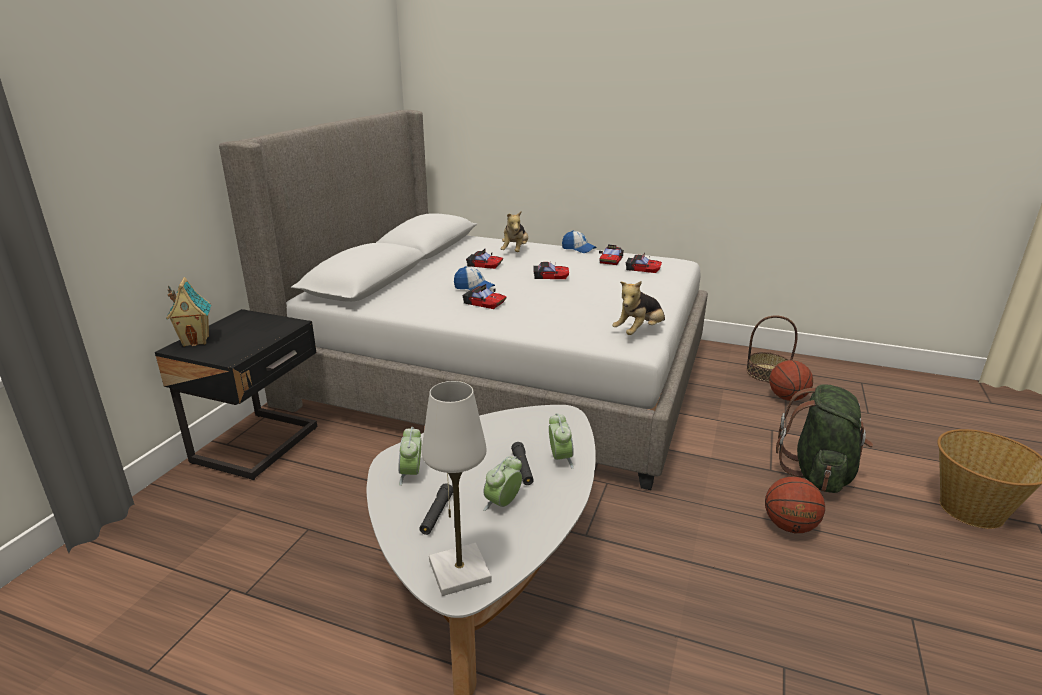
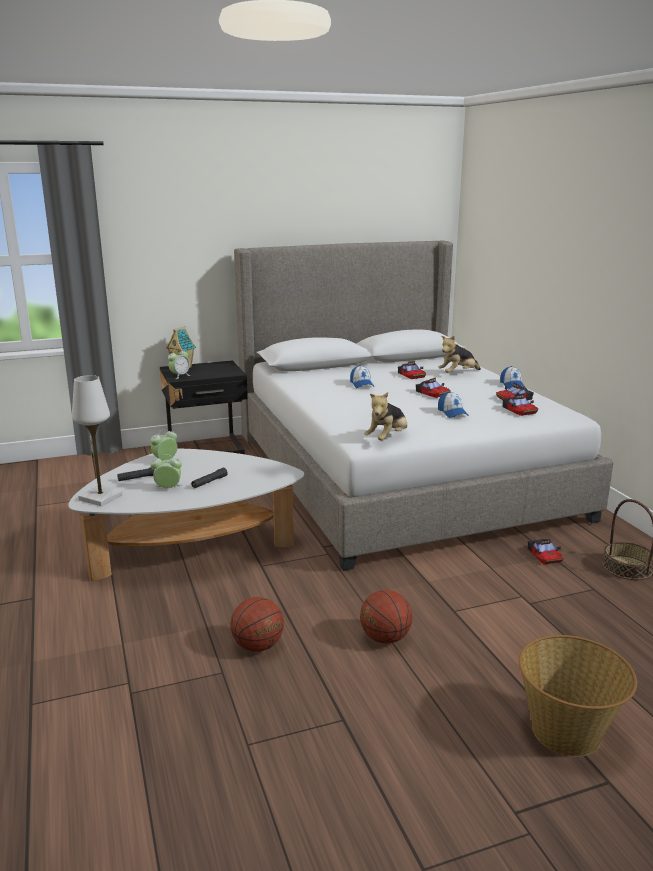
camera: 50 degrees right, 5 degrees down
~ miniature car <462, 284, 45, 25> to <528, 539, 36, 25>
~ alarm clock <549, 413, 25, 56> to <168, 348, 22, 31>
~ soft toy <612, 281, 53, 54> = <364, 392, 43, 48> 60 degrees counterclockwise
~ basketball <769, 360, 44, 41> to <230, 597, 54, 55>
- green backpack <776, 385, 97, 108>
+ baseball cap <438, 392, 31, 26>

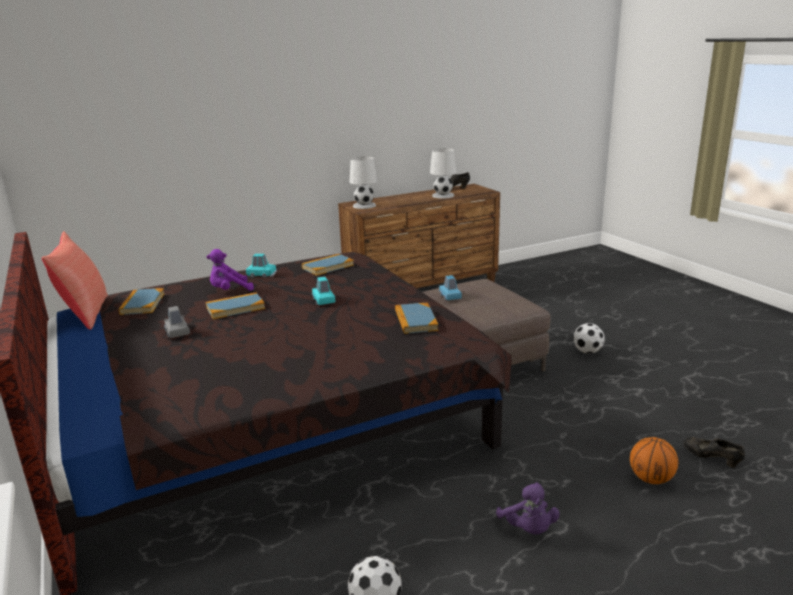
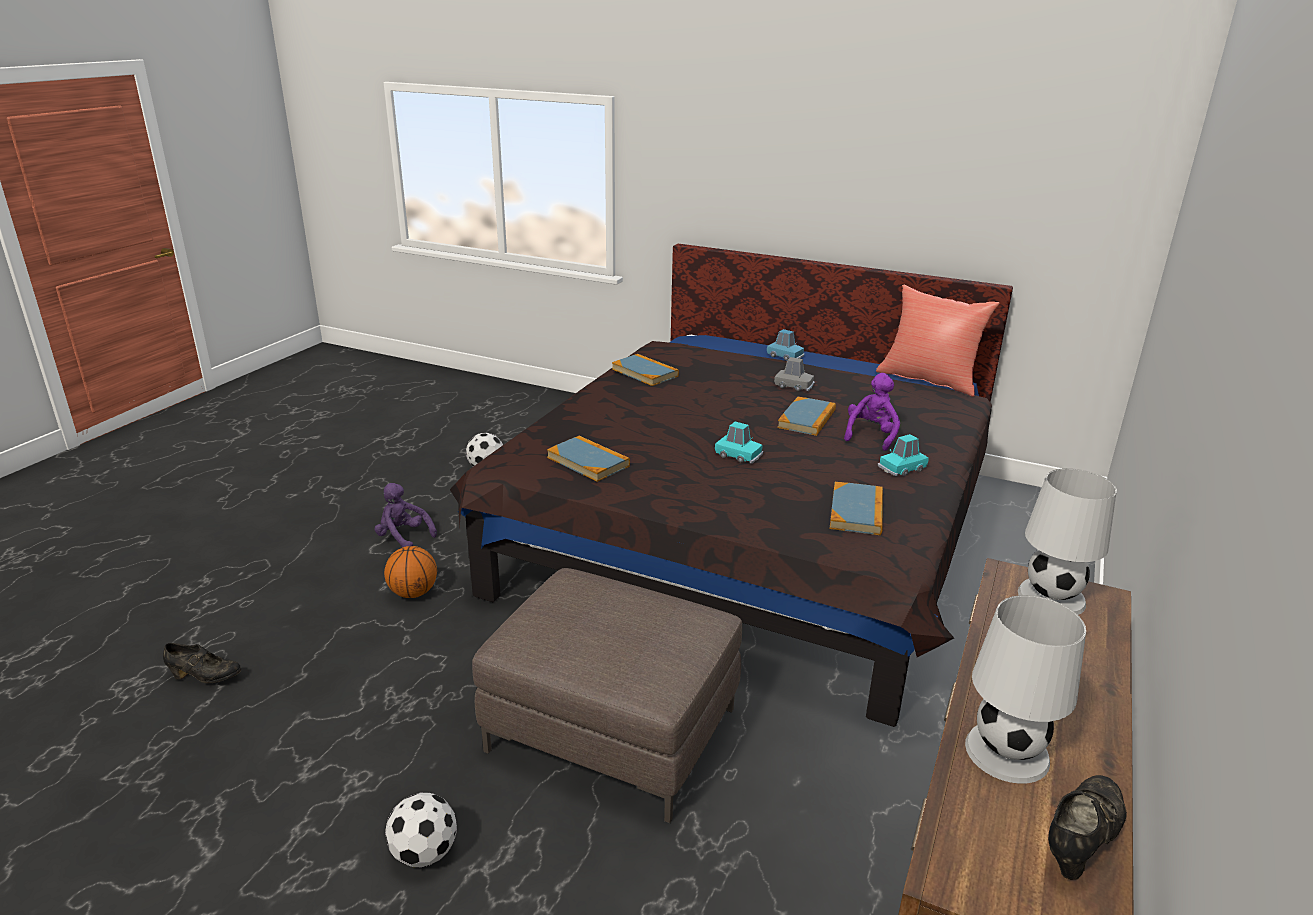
camera: 140 degrees right, 5 degrees up
~ bound book <119, 288, 45, 27> to <612, 354, 67, 32>
~ bluish miniature car <439, 275, 23, 25> to <767, 329, 37, 32>
~ basketball <630, 437, 48, 47> to <384, 546, 53, 52>

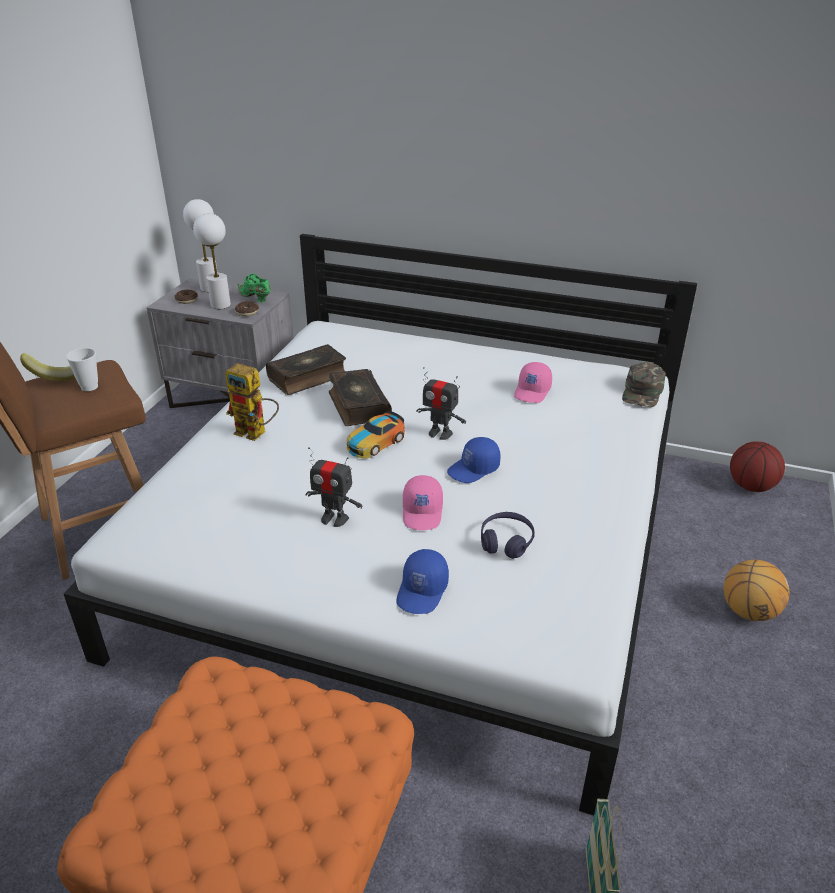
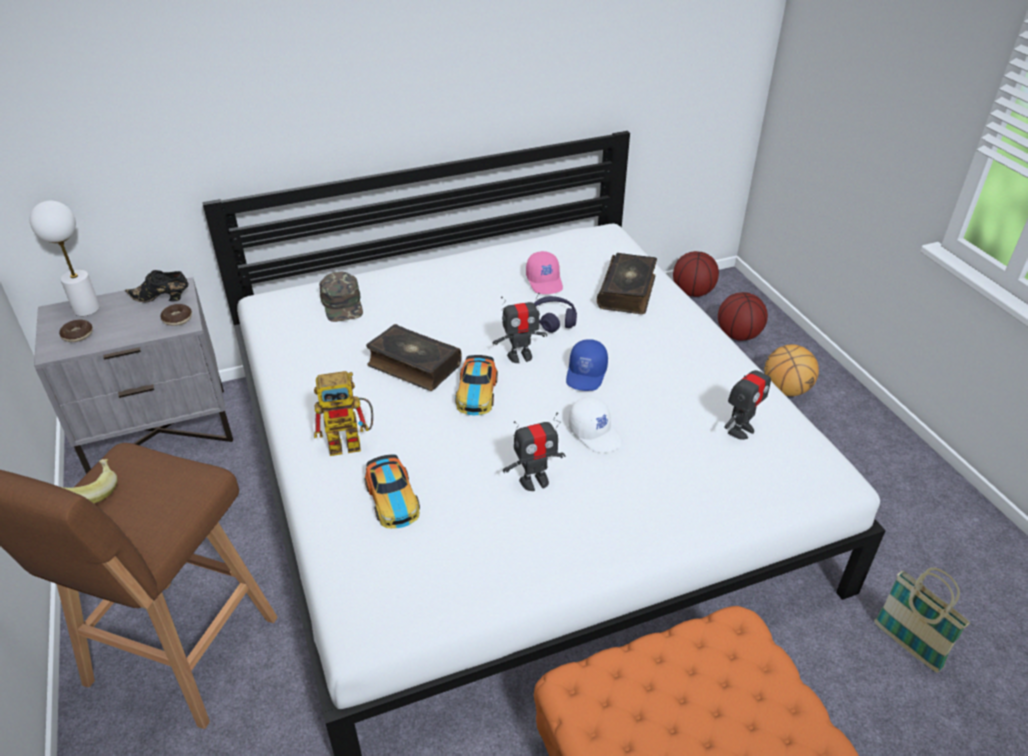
camera: 40 degrees left, 5 degrees up
- cup <66, 348, 32, 43>
- white-coloured table lamp <193, 213, 38, 96>
~ green low shoe <238, 273, 33, 29> to black-coloured low shoe <125, 270, 63, 32>
~ bound book <266, 344, 80, 51> to <597, 253, 60, 61>
- bluish baseball cap <397, 549, 52, 65>
~ pink baseball cap <403, 475, 40, 55> to white-coloured baseball cap <568, 397, 55, 56>
~ purple-coloured headset <481, 512, 54, 47> to <534, 296, 43, 37>
~ green baseball cap <622, 362, 44, 45> to <319, 272, 44, 50>
+ miniature car <364, 454, 56, 74>
+ basketball <718, 292, 50, 49>
+ toy robot <725, 358, 46, 82>

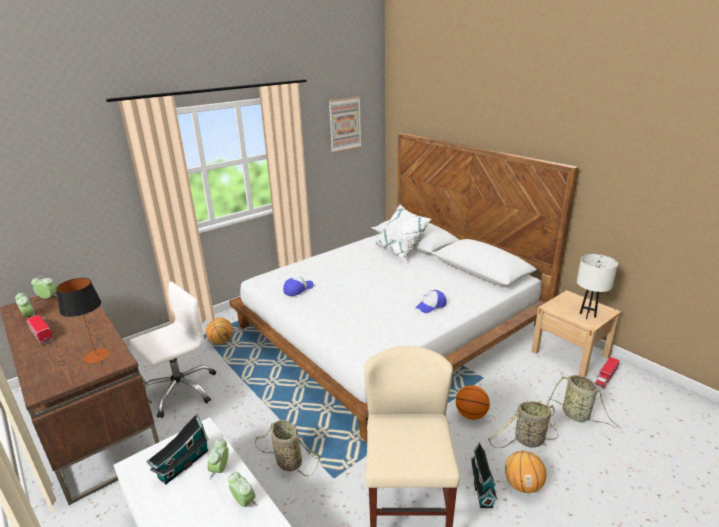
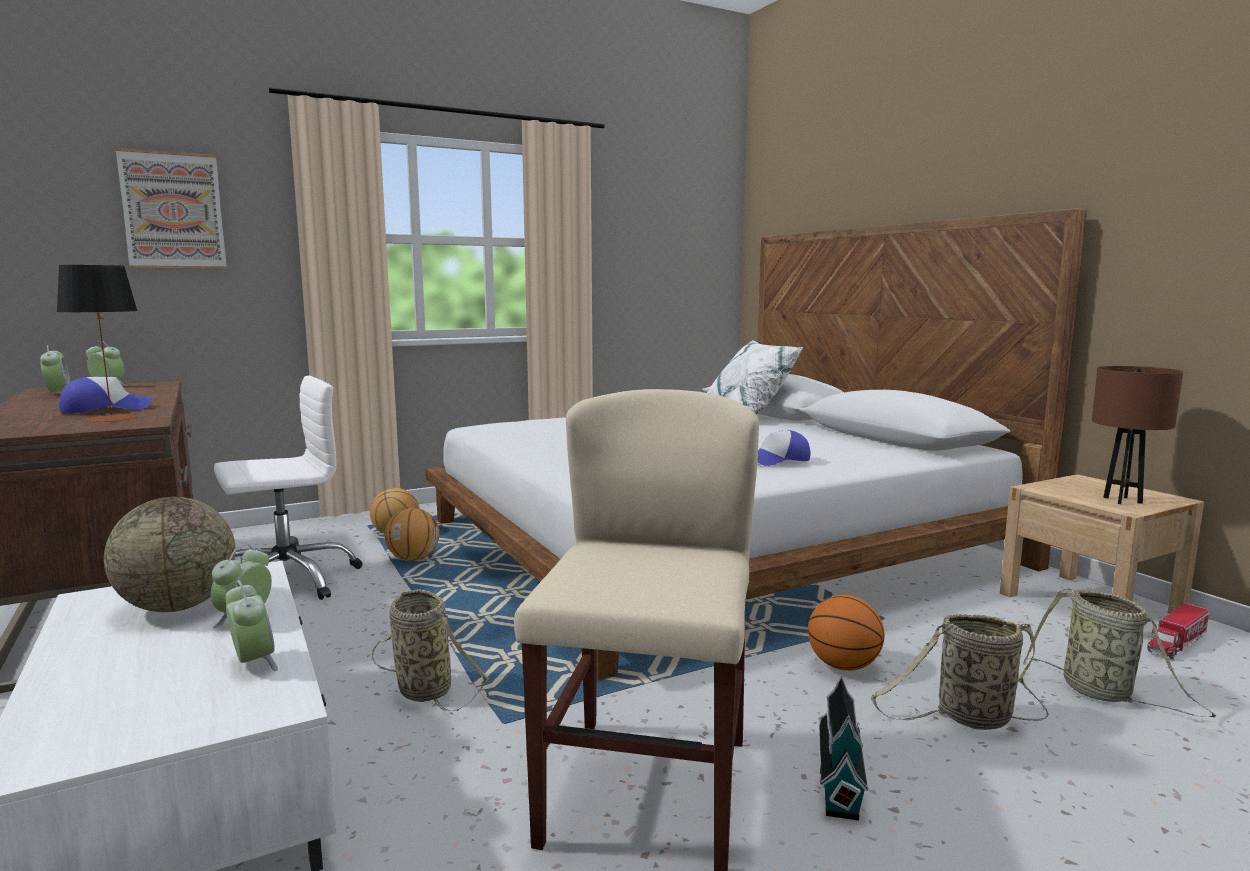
camera: 10 degrees right, 15 degrees down
- toy truck <25, 314, 29, 30>
~ miniature house <146, 413, 63, 71> to globe <104, 497, 131, 115>
~ baseball cap <283, 276, 31, 20> to <59, 377, 94, 37>
~ picture <328, 97, 34, 56> to <116, 148, 111, 121>
~ basketball <505, 451, 42, 42> to <385, 508, 54, 53>
~ white-coloured table lamp <577, 254, 41, 65> to brown table lamp <1092, 366, 91, 138>

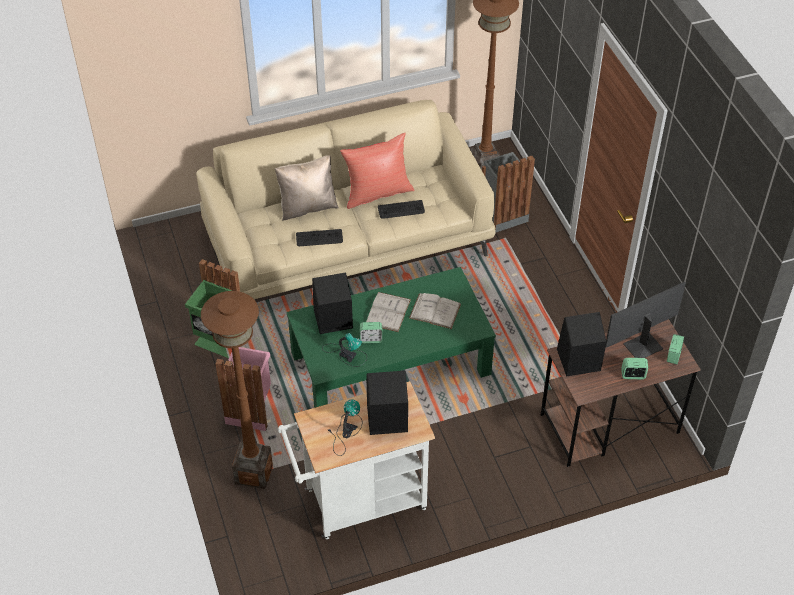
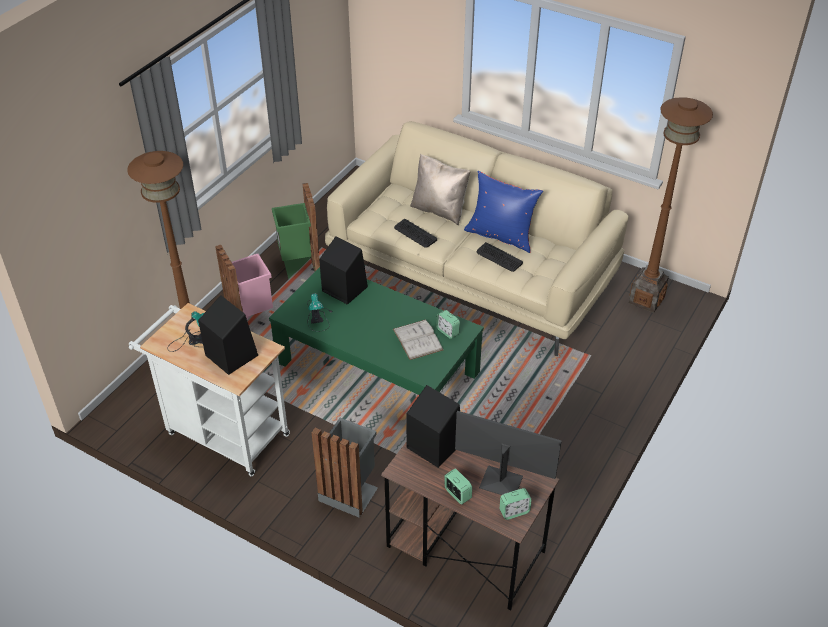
camera: 50 degrees right, 5 degrees down
~ red-coloured cushion <340, 133, 74, 76> to bluish cushion <464, 171, 79, 82>
~ alarm clock <360, 322, 23, 21> to <436, 310, 24, 29>
- white-coloured bound book <366, 292, 45, 40>
~ gray rubbish bin <484, 152, 51, 80> to <312, 418, 66, 100>

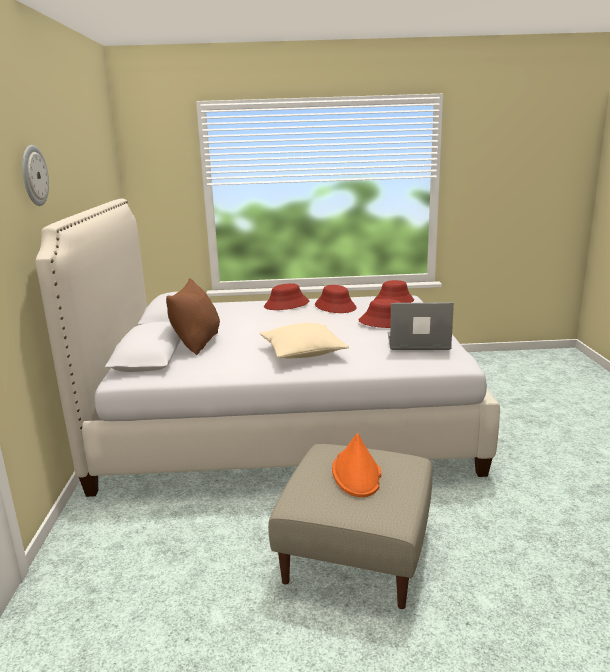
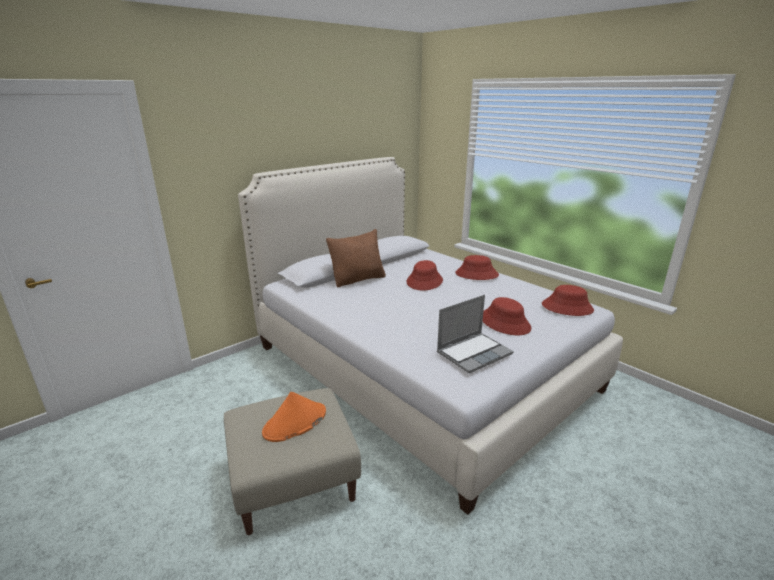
camera: 50 degrees right, 5 degrees up
- wall clock <22, 145, 27, 61>
- beige-coloured cushion <260, 323, 89, 35>
~ red-coloured wearable hat <315, 285, 41, 28> to <406, 260, 37, 30>
~ notebook computer <388, 302, 66, 48> = <437, 295, 77, 79> 90 degrees clockwise

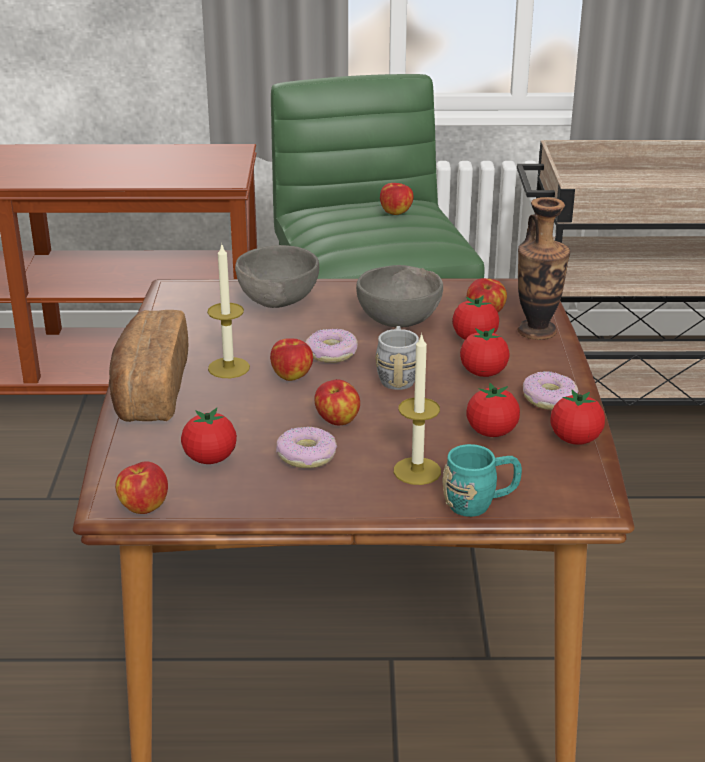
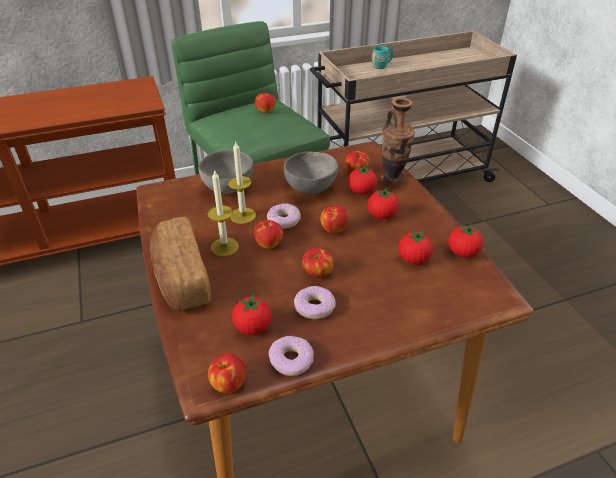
camera: 20 degrees left, 10 degrees up
~ gray coffee mug <375, 326, 44, 64> to whole apple <320, 206, 28, 28>
~ wax candle <394, 333, 47, 152> to <228, 141, 28, 83>
~ blue-green coffee mug <442, 444, 80, 73> to <372, 46, 22, 23>
~ ring doughnut <523, 371, 55, 39> to <269, 336, 45, 40>

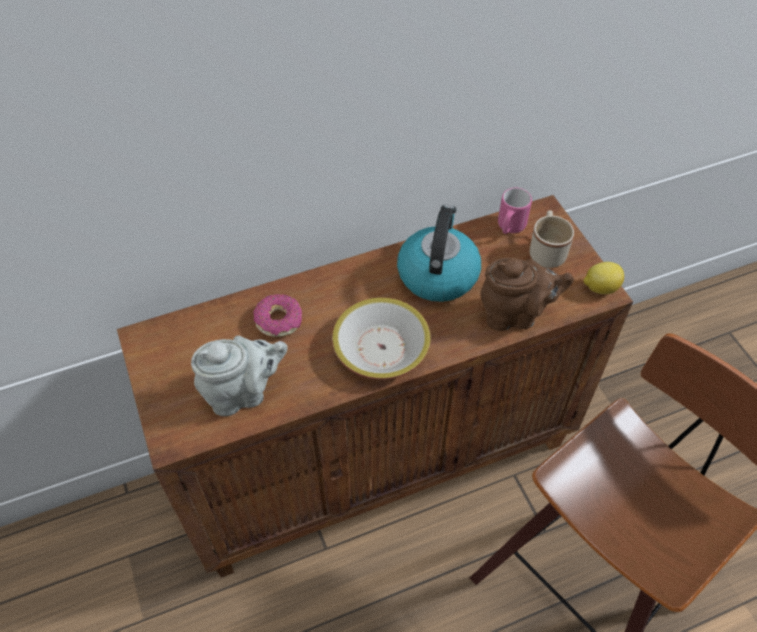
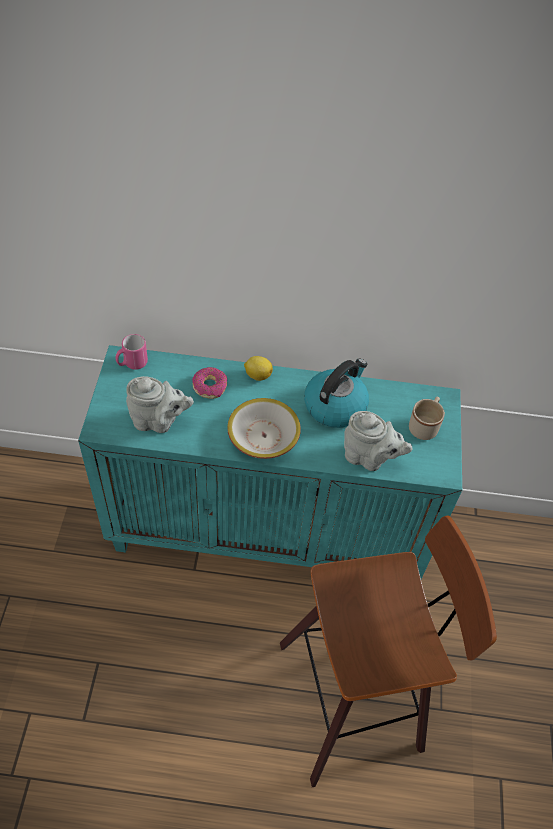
camera: 25 degrees right, 0 degrees up
~ brown storage cabinet <117, 195, 516, 383> to blue-green storage cabinet <78, 345, 384, 234>
~ brown teapot <480, 258, 94, 73> to gray teapot <344, 411, 68, 60>
~ pink coffee mug <498, 188, 34, 46> to <116, 334, 32, 36>
~ citrus fruit <583, 262, 41, 32> to <244, 356, 29, 25>

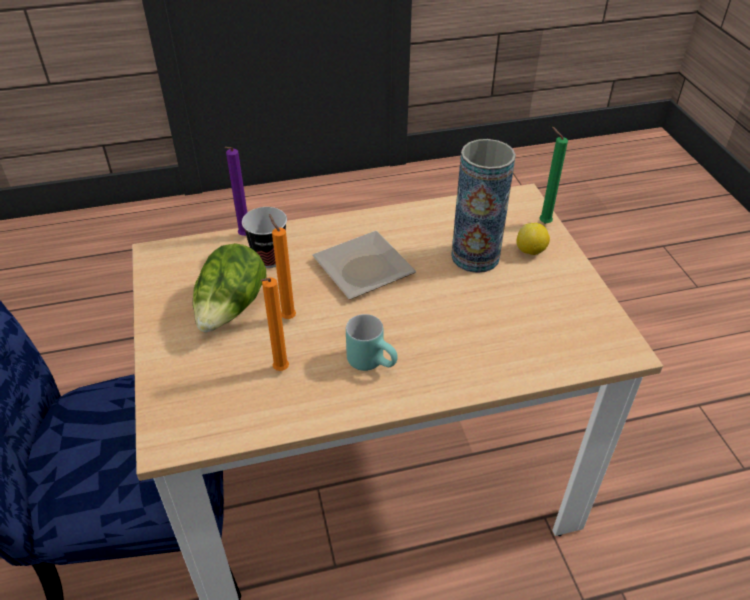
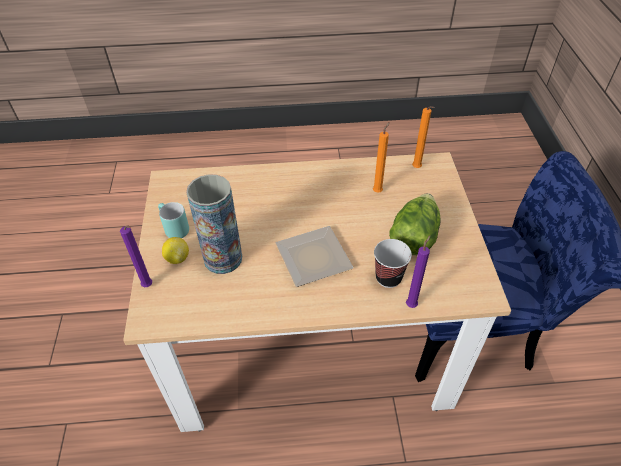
camera: 170 degrees left, 5 degrees up
~ orange wax candle <269, 214, 27, 105> to <412, 106, 23, 62>
~ blue-green coffee mug <346, 314, 52, 57> to <158, 202, 31, 36>
~ green wax candle <539, 127, 29, 97> to purple-coloured wax candle <120, 225, 32, 62>

